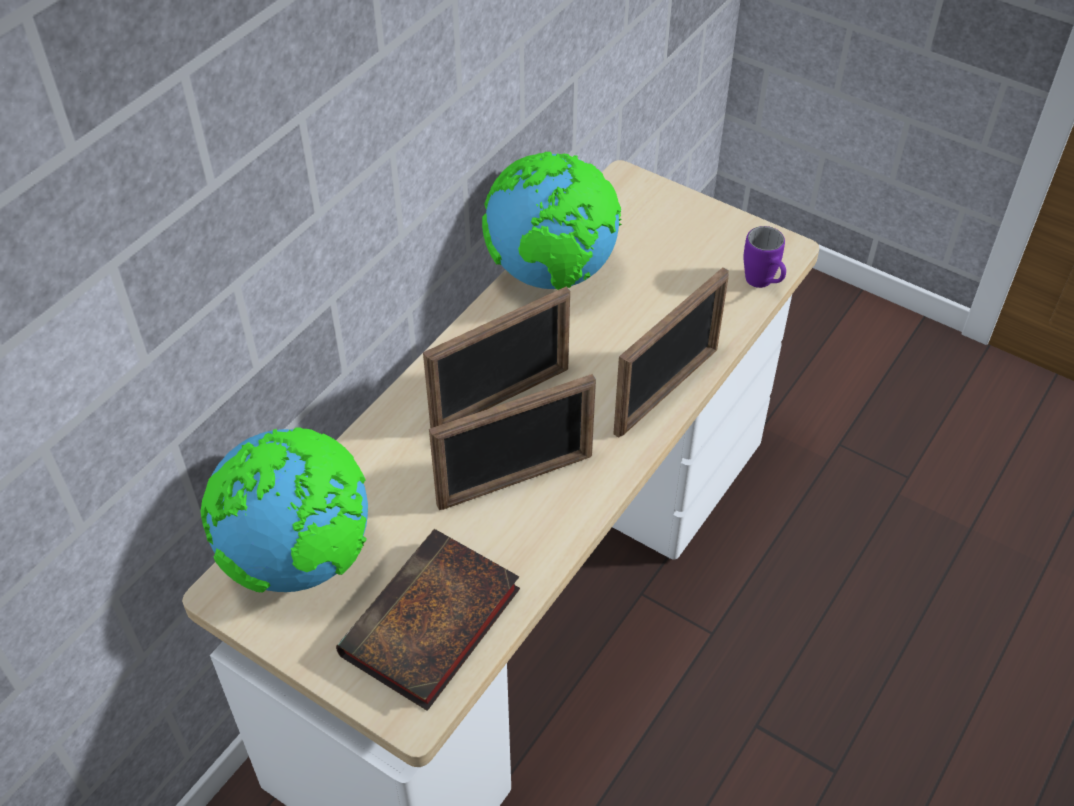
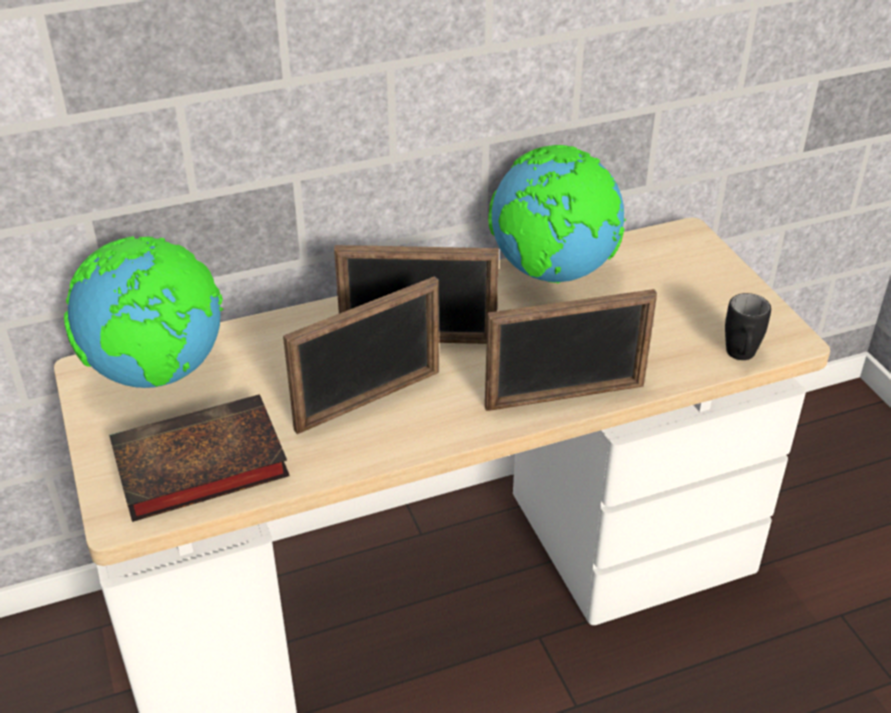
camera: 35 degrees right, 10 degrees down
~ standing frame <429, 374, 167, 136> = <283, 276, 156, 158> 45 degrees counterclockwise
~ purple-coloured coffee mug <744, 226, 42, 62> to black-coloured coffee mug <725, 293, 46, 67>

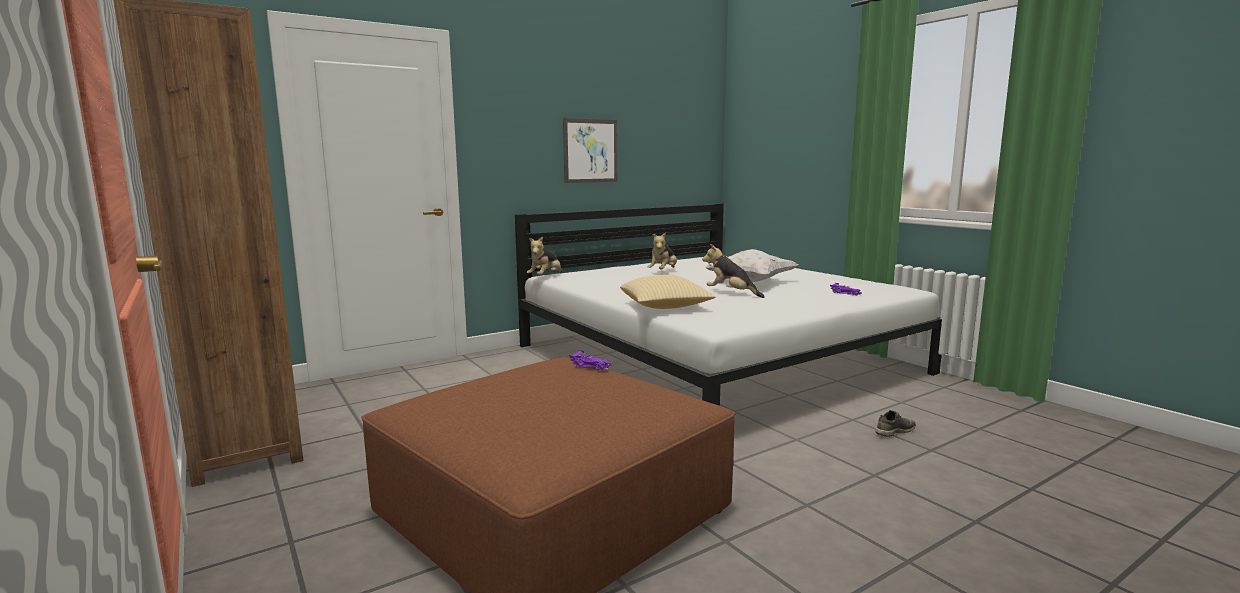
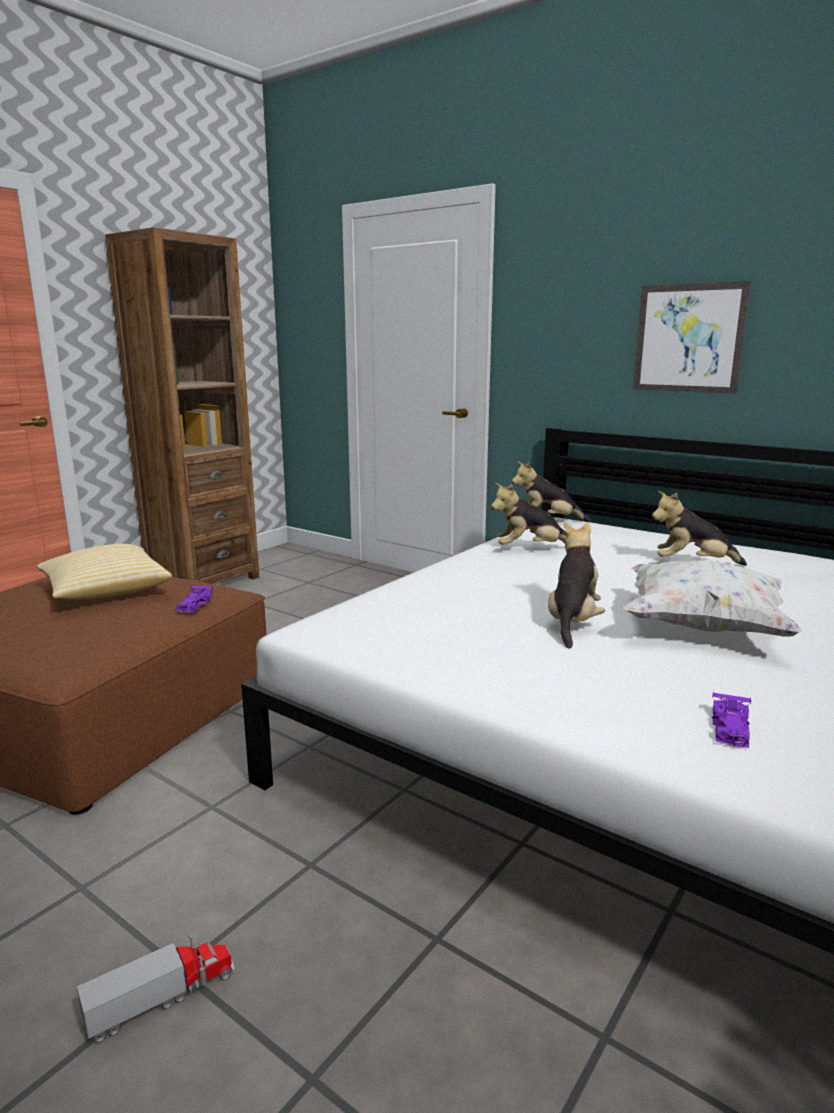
camera: 70 degrees right, 5 degrees up
~ cushion <620, 275, 96, 34> to <36, 544, 136, 56>
- gray low shoe <875, 410, 41, 27>
+ toy truck <77, 935, 158, 108>
+ soft toy <491, 483, 76, 62>

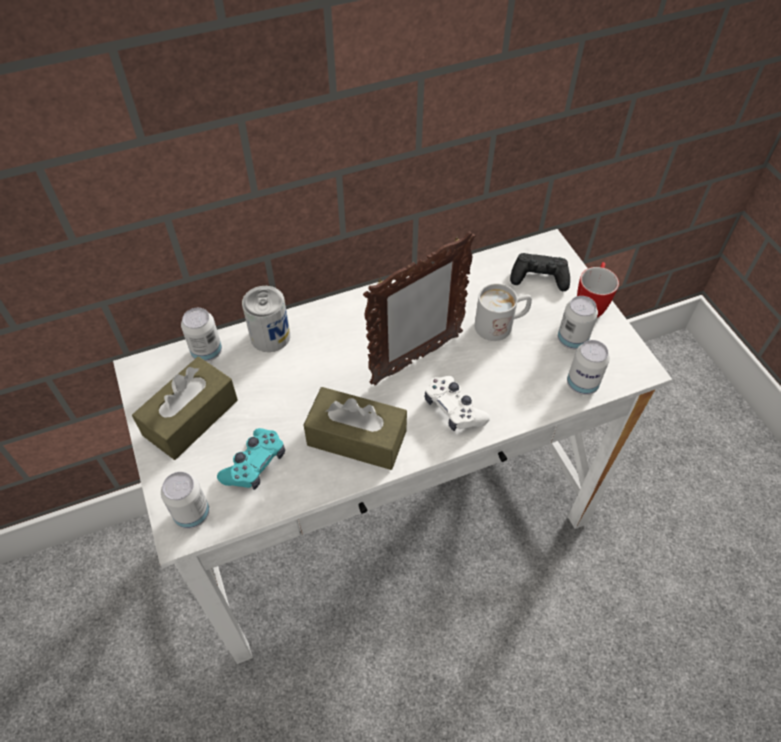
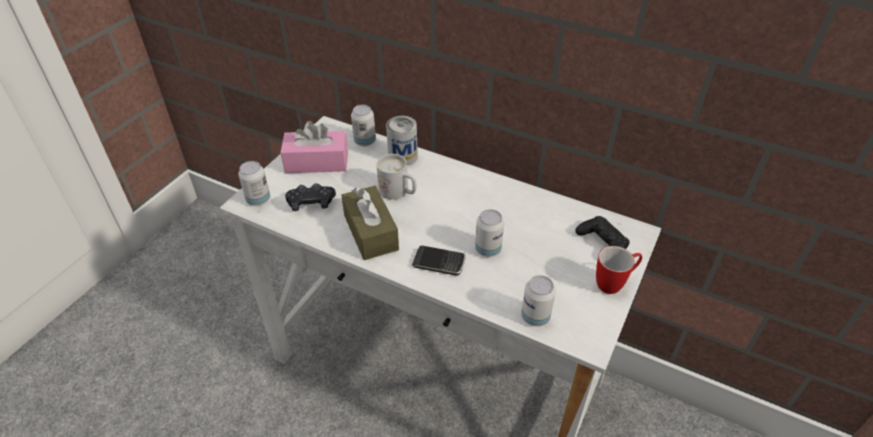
camera: 50 degrees right, 10 degrees down
~ brown box of tissues <132, 357, 106, 103> to pink box of tissues <280, 121, 68, 52>
~ blue-green gamepad <217, 428, 68, 62> to black-coloured gamepad <285, 183, 51, 28>
- standing frame <363, 231, 112, 154>
~ white-coloured gamepad <425, 376, 65, 55> to phone <412, 246, 53, 29>
~ white-coloured coffee mug <475, 283, 57, 58> to <376, 154, 40, 46>
~ can <558, 296, 40, 54> to <475, 209, 29, 48>

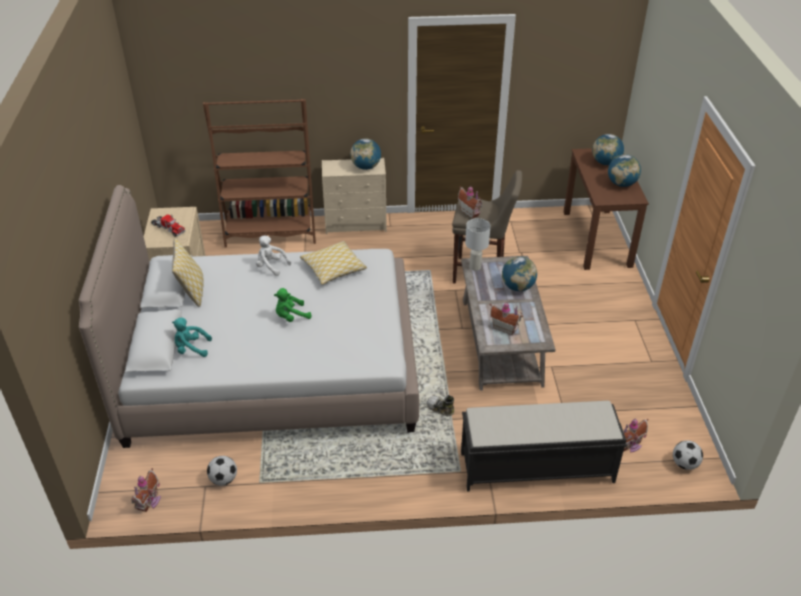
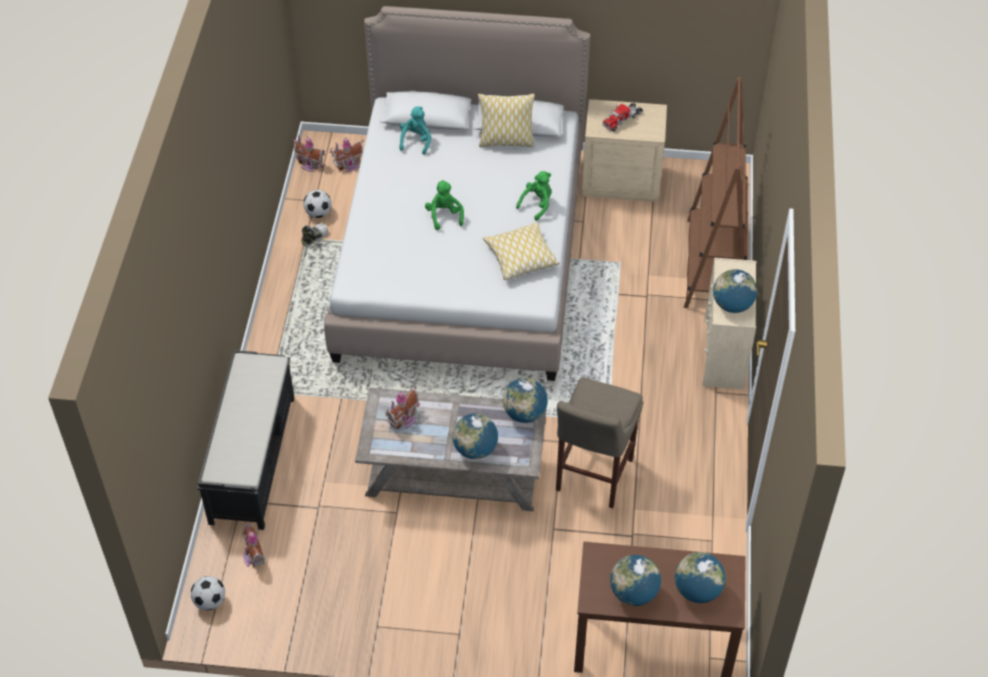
camera: 100 degrees right, 10 degrees up
~ white-coloured soft toy <256, 235, 35, 41> to green soft toy <516, 171, 35, 50>
~ low shoe <427, 395, 27, 21> to <301, 223, 27, 24>
~ miniature house <458, 185, 24, 34> to <329, 137, 35, 35>
~ white-coloured table lamp <465, 218, 25, 53> to globe <503, 378, 45, 45>

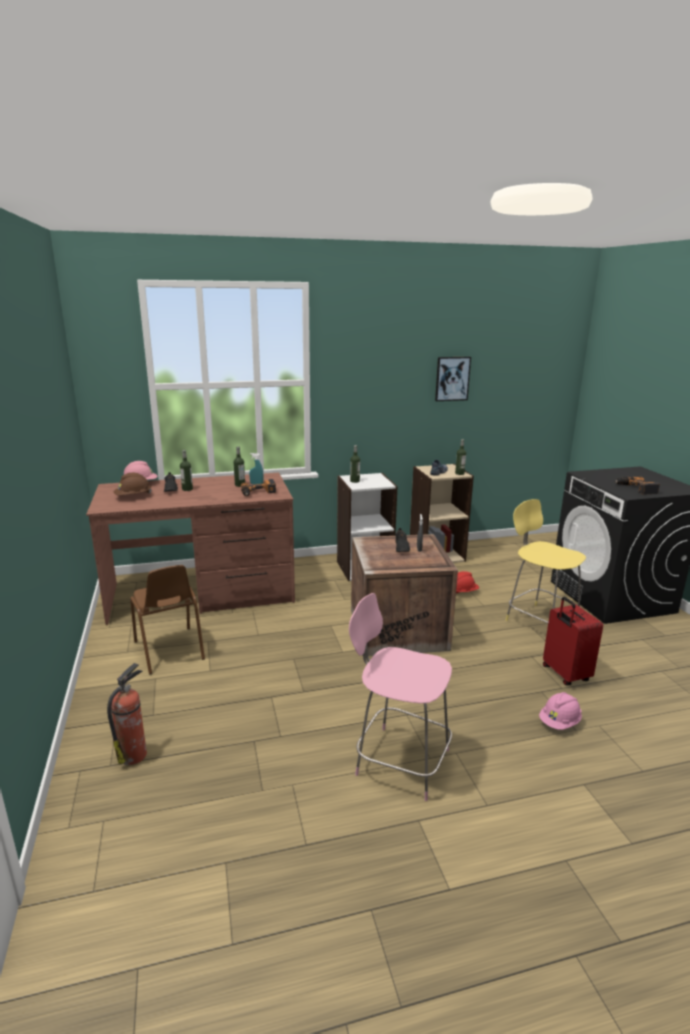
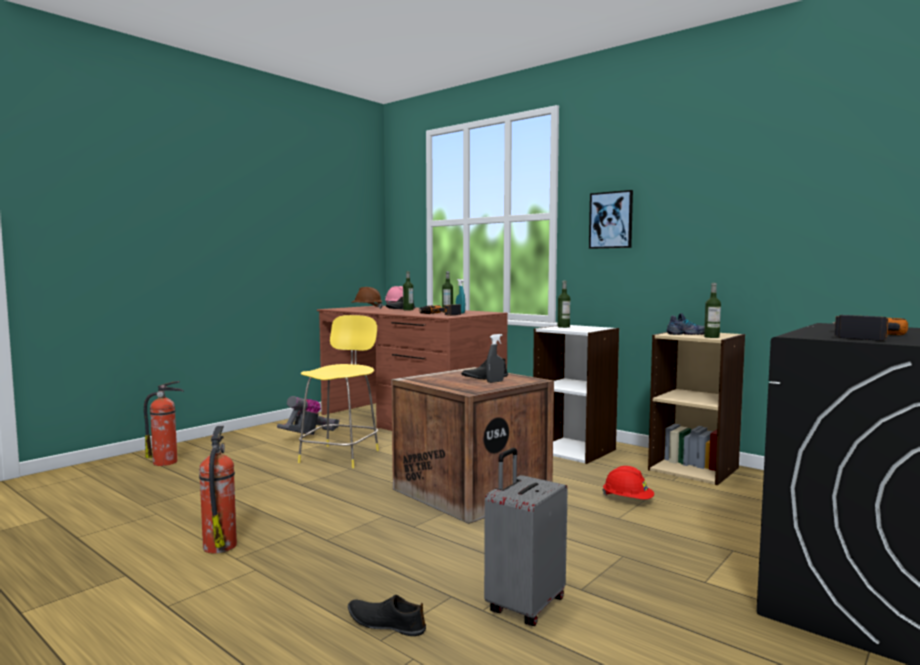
camera: 55 degrees right, 15 degrees down
~ brown chair <130, 565, 75, 110> to hoover <277, 396, 62, 39>
~ pink sitting stool <349, 593, 103, 208> to extinguisher <199, 426, 38, 127>
~ picture <435, 357, 36, 44> to <589, 190, 44, 59>
~ yellow-coloured sitting stool <506, 499, 80, 124> to <298, 315, 81, 153>
~ pink safety helmet <539, 692, 43, 38> to black-coloured low shoe <348, 595, 78, 41>
~ red-coloured suitcase <543, 597, 60, 89> to gray suitcase <484, 448, 84, 178>

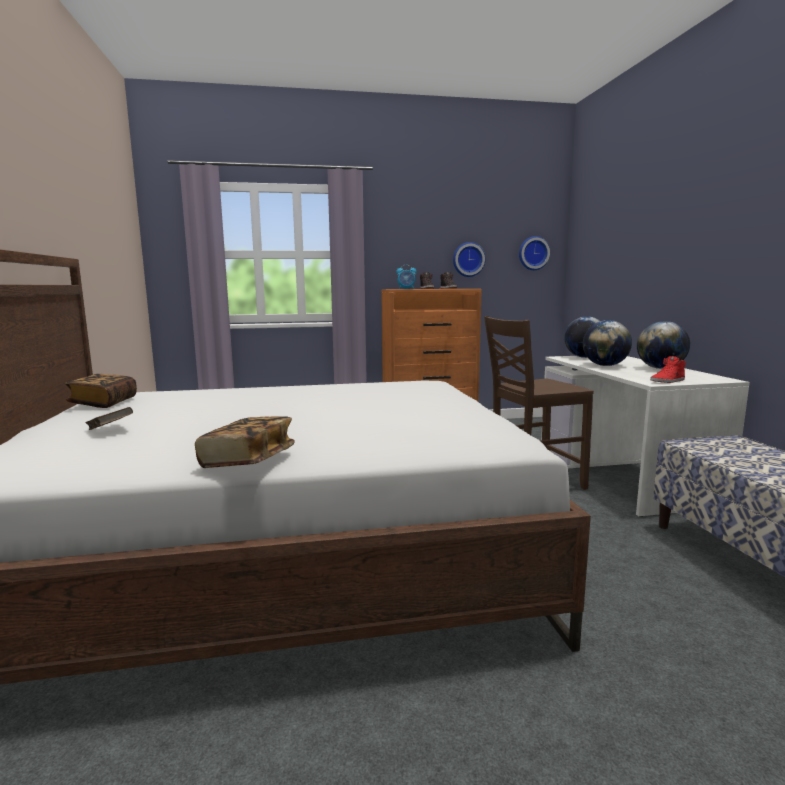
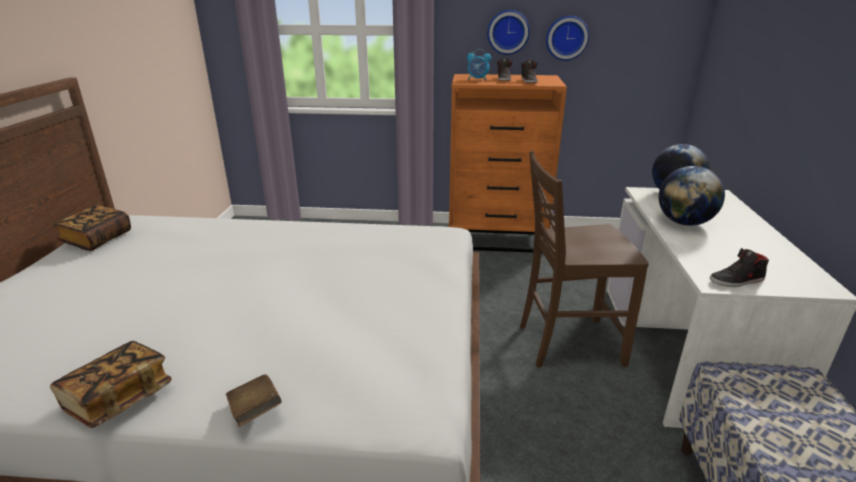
camera: 15 degrees right, 15 degrees up
~ brown bound book <86, 407, 47, 23> to <226, 374, 56, 53>
~ wall clock <519, 236, 31, 34> to <487, 10, 43, 45>
- globe <637, 321, 53, 48>
~ red-coloured low shoe <650, 356, 36, 27> to black-coloured low shoe <710, 248, 59, 39>

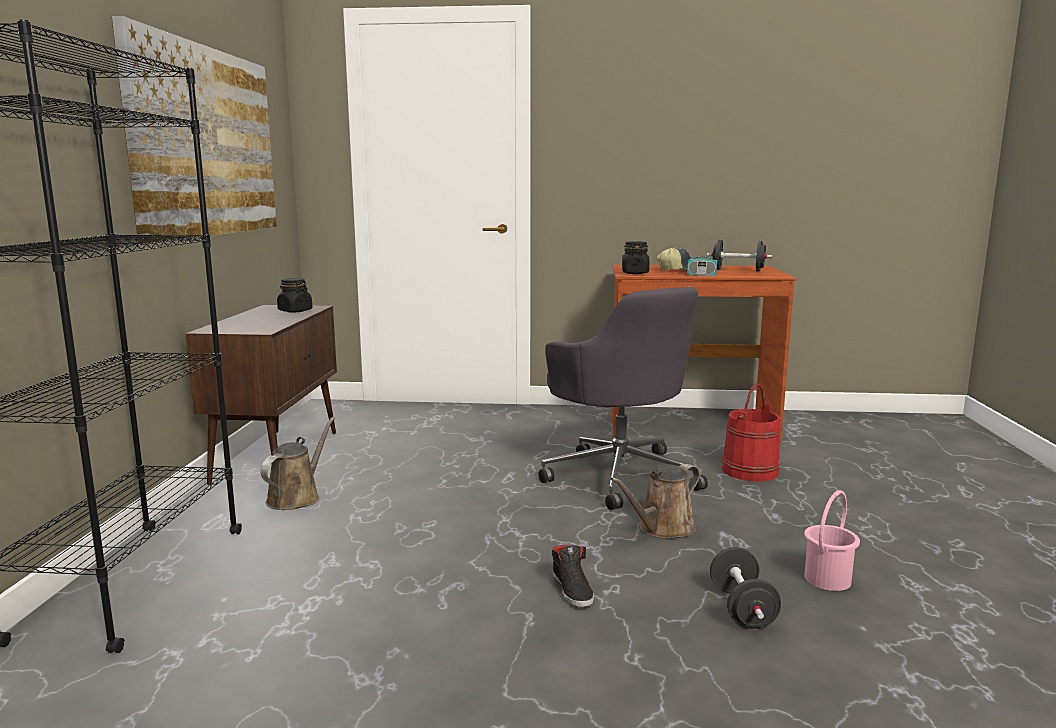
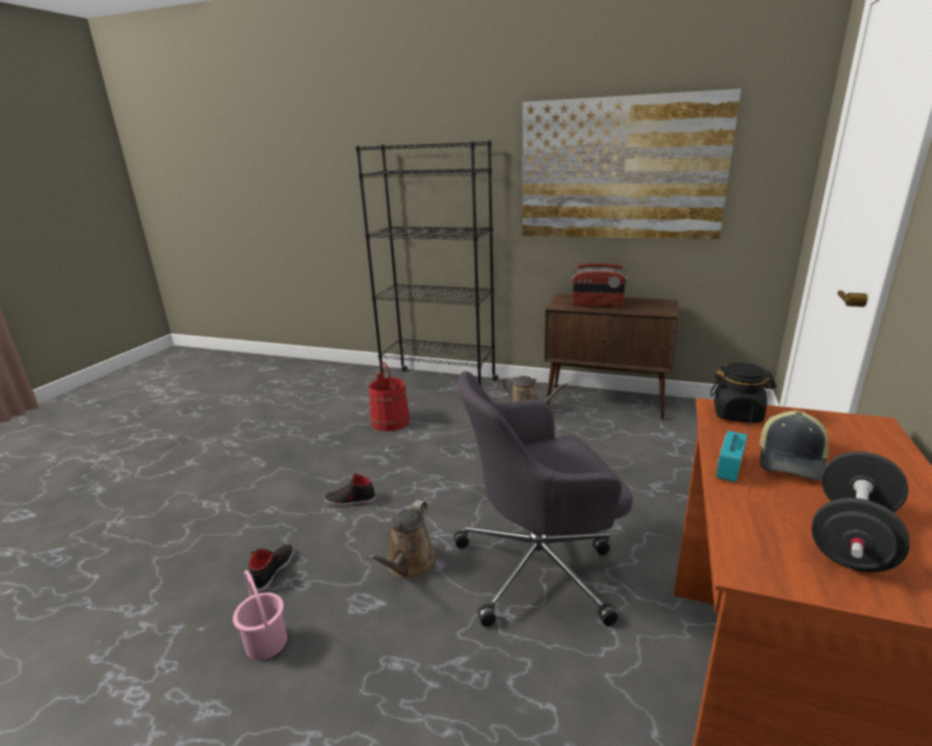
camera: 105 degrees right, 10 degrees up
- black-coloured preserve jar <277, 278, 35, 34>
~ brown watering pot <610, 464, 90, 75> = <367, 500, 70, 79> 135 degrees counterclockwise
~ black-coloured free weight <710, 547, 71, 82> to black-coloured low shoe <248, 544, 46, 48>
~ red-coloured pail <722, 384, 59, 97> to <369, 362, 41, 69>
+ radio receiver <571, 263, 57, 44>

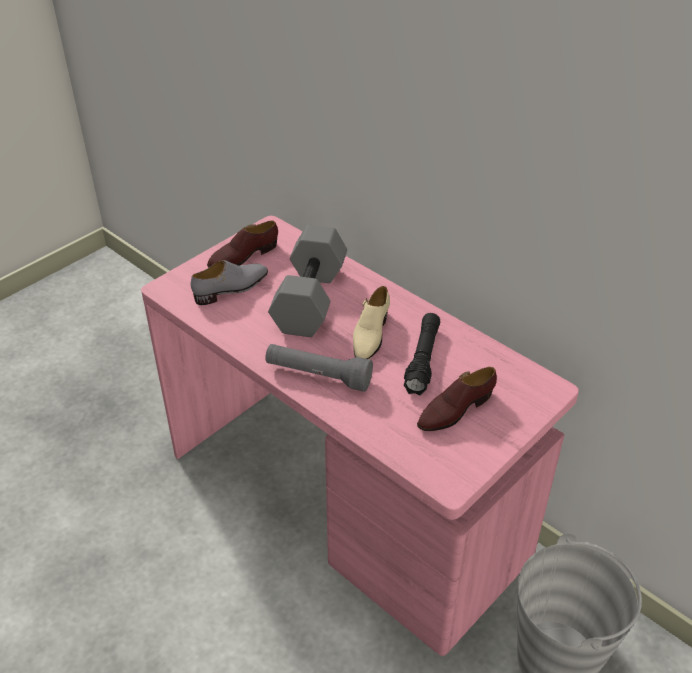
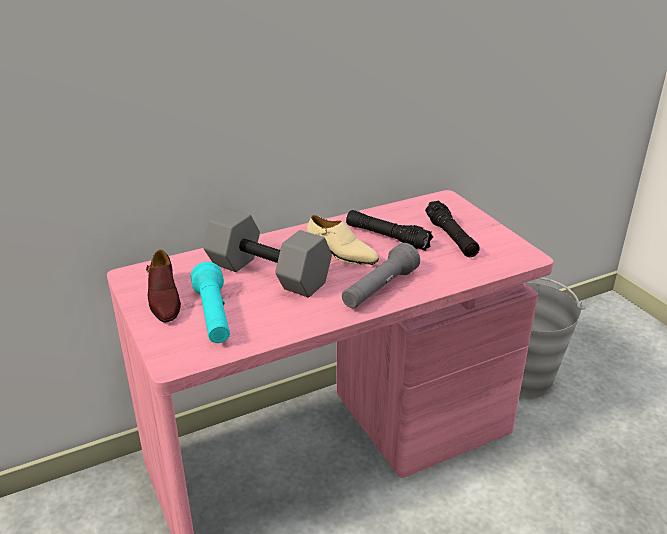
camera: 70 degrees left, 10 degrees down
~ gray low shoe <191, 260, 77, 45> to blue-green hand torch <191, 262, 39, 81>
~ brown low shoe <417, 367, 80, 64> to black-coloured hand torch <425, 201, 55, 56>

